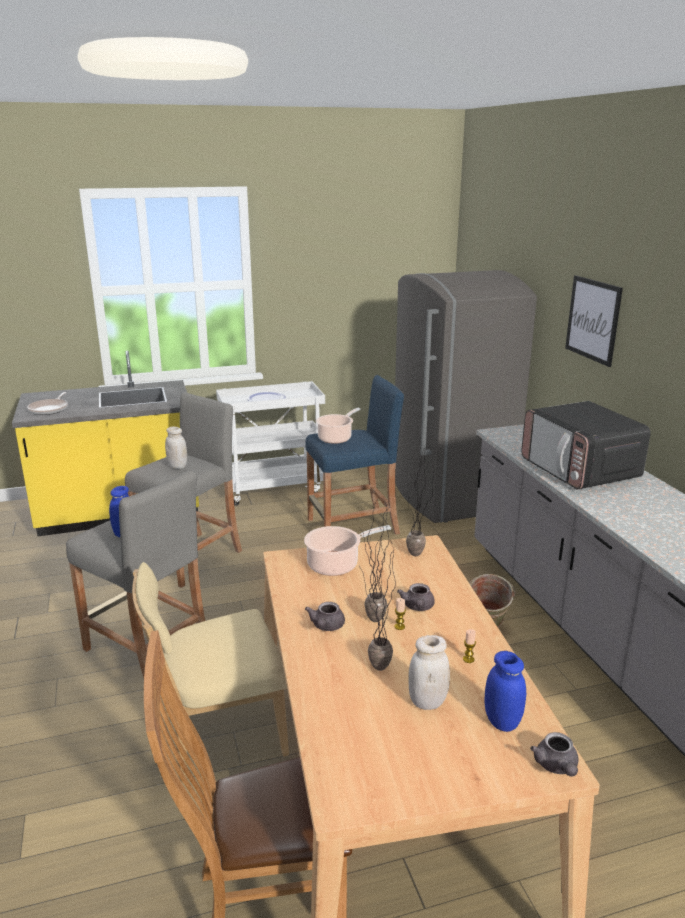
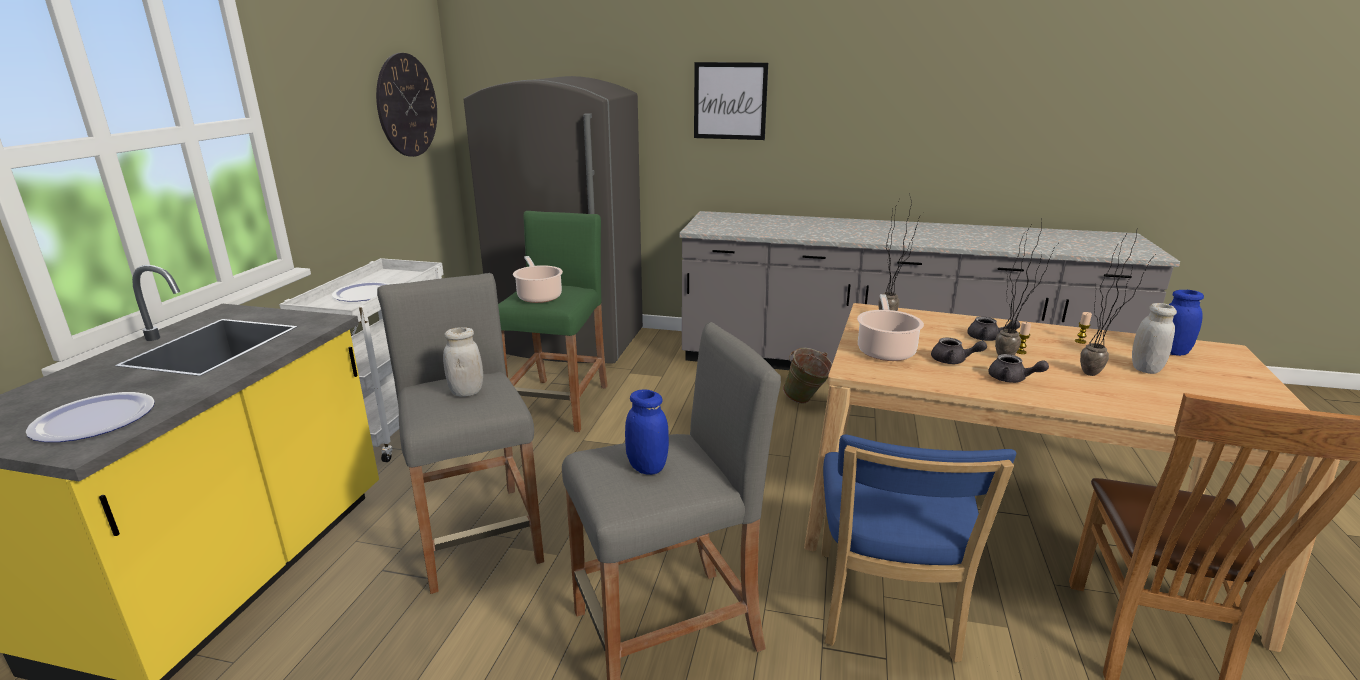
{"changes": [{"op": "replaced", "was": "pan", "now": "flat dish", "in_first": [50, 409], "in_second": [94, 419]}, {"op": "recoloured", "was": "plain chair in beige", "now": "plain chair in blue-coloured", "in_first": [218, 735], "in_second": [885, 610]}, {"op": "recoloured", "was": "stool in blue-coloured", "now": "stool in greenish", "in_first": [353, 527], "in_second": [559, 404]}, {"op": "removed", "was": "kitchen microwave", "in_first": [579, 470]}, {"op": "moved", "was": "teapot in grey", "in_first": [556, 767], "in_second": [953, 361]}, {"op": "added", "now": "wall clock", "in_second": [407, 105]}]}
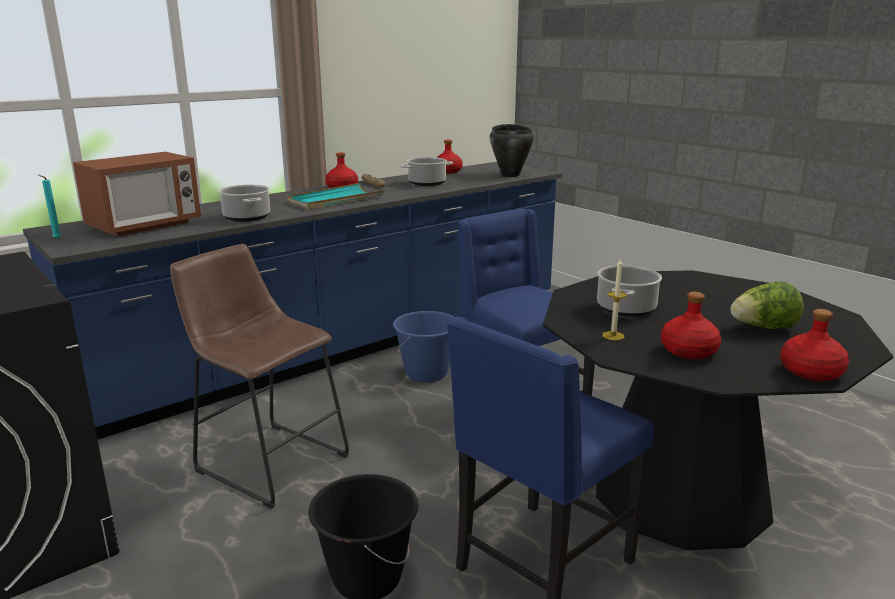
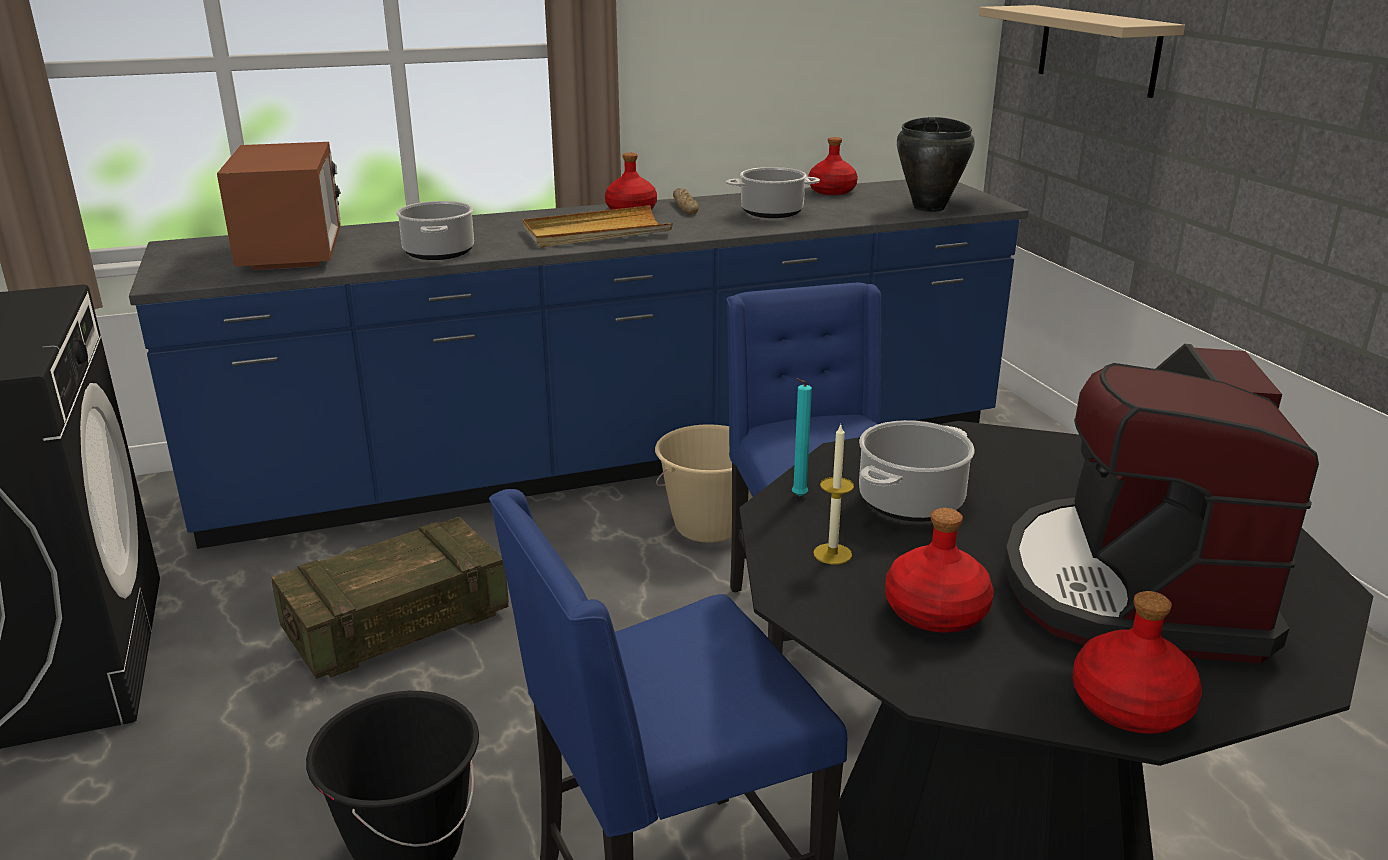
{"changes": [{"op": "moved", "was": "wax candle in turquoise", "in_first": [56, 239], "in_second": [797, 497]}, {"op": "turned", "was": "kitchen microwave", "in_first": [144, 226], "in_second": [293, 253], "clockwise": -75}, {"op": "replaced", "was": "stool in brown-coloured", "now": "crate", "in_first": [267, 460], "in_second": [397, 624]}, {"op": "recoloured", "was": "carrying tray in turquoise", "now": "carrying tray in beige", "in_first": [335, 200], "in_second": [596, 232]}, {"op": "recoloured", "was": "bucket in blue-coloured", "now": "bucket in beige", "in_first": [427, 373], "in_second": [708, 527]}, {"op": "replaced", "was": "lettuce", "now": "coffee machine", "in_first": [763, 328], "in_second": [1132, 588]}, {"op": "added", "now": "bracket shelf in beige", "in_second": [1098, 49]}]}
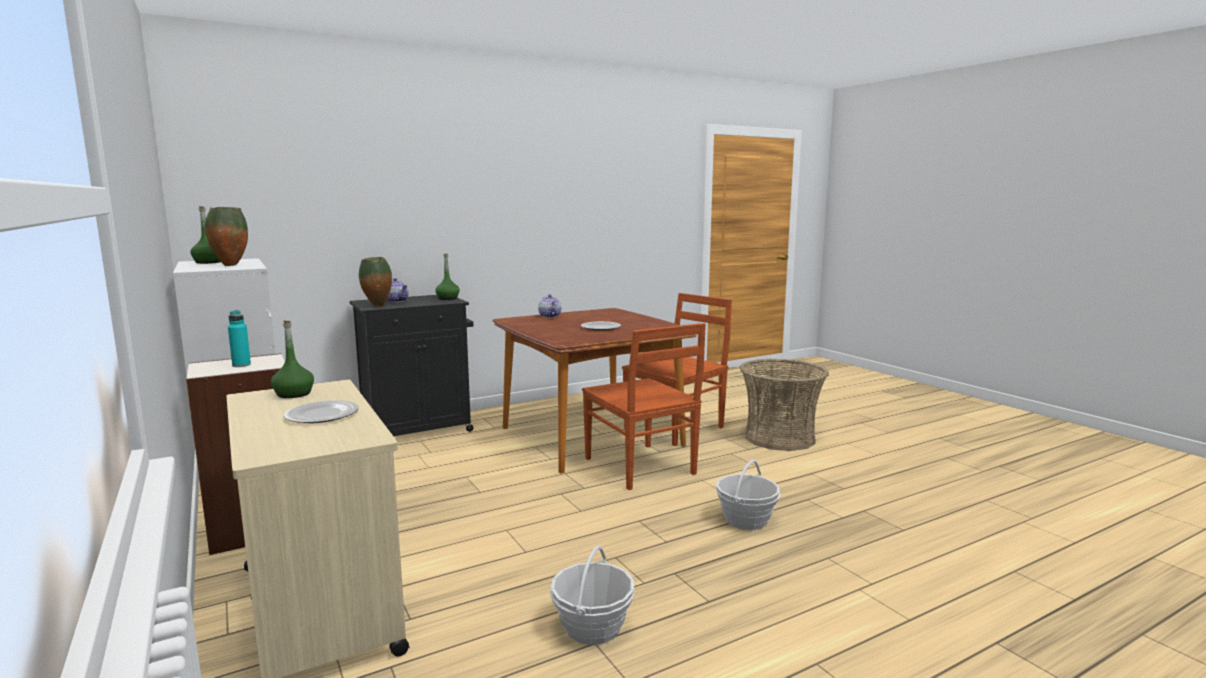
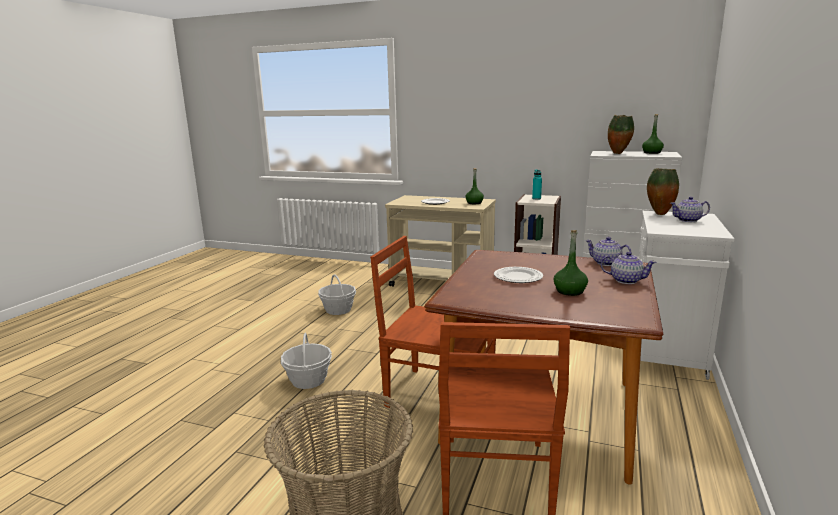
{"changes": [{"op": "recoloured", "was": "cupboard in black-coloured", "now": "cupboard in white", "in_first": [419, 430], "in_second": [666, 353]}, {"op": "moved", "was": "beverage bottle in greenish", "in_first": [447, 298], "in_second": [569, 291]}, {"op": "added", "now": "teapot", "in_second": [606, 263]}]}
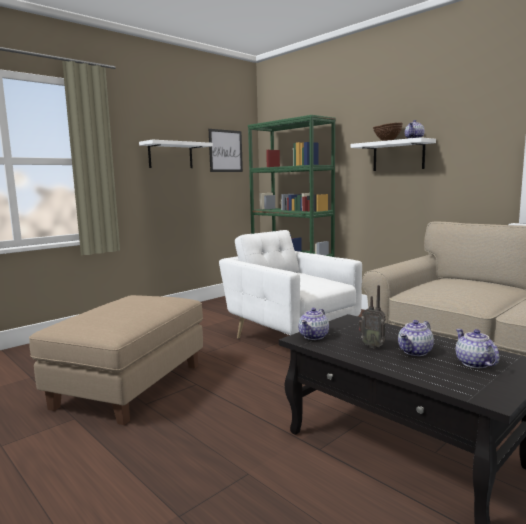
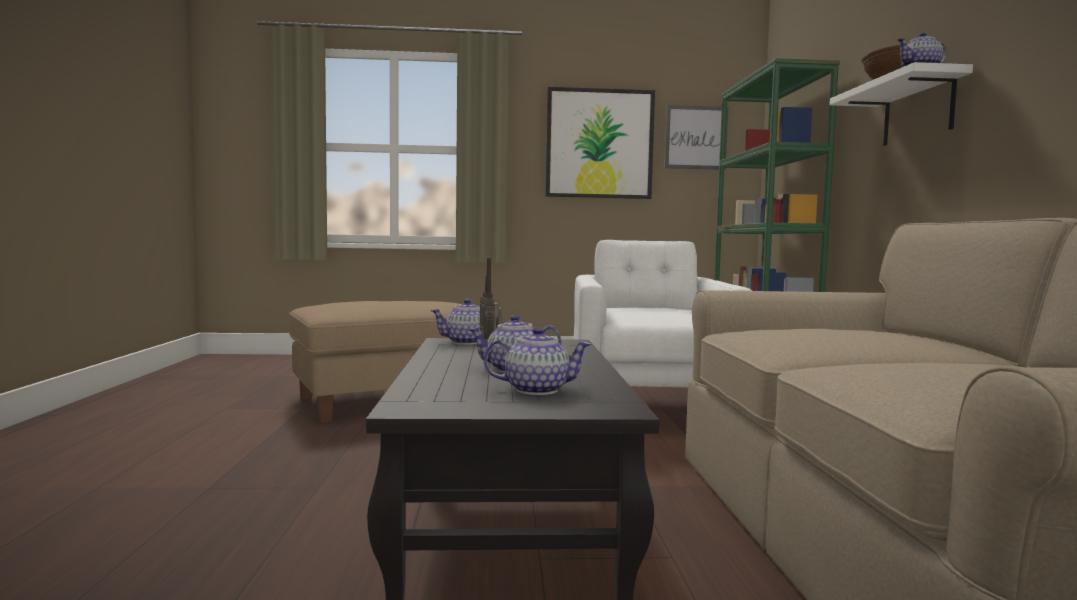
{"changes": [{"op": "replaced", "was": "bracket shelf in white", "now": "picture", "in_first": [170, 155], "in_second": [599, 144]}, {"op": "turned", "was": "teapot", "in_first": [474, 363], "in_second": [536, 389], "clockwise": 60}]}
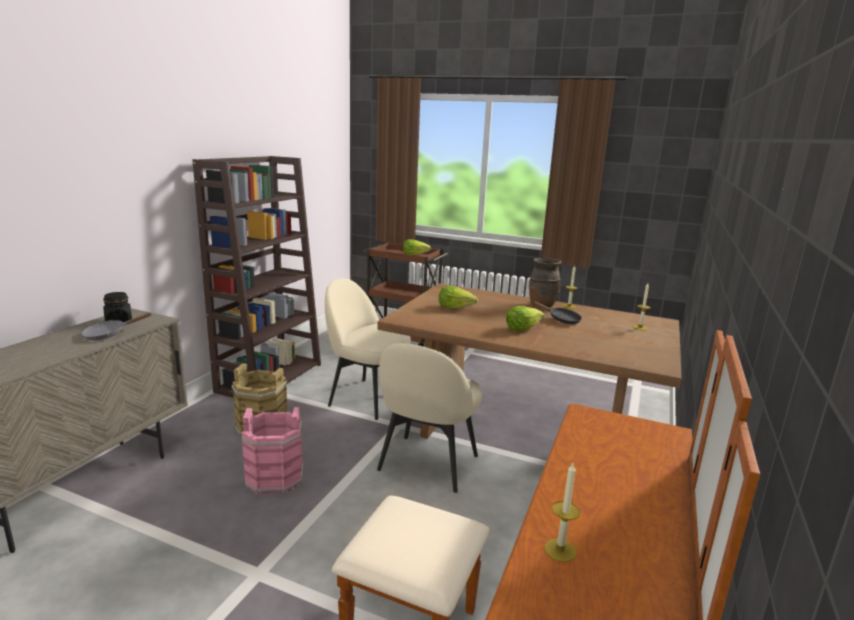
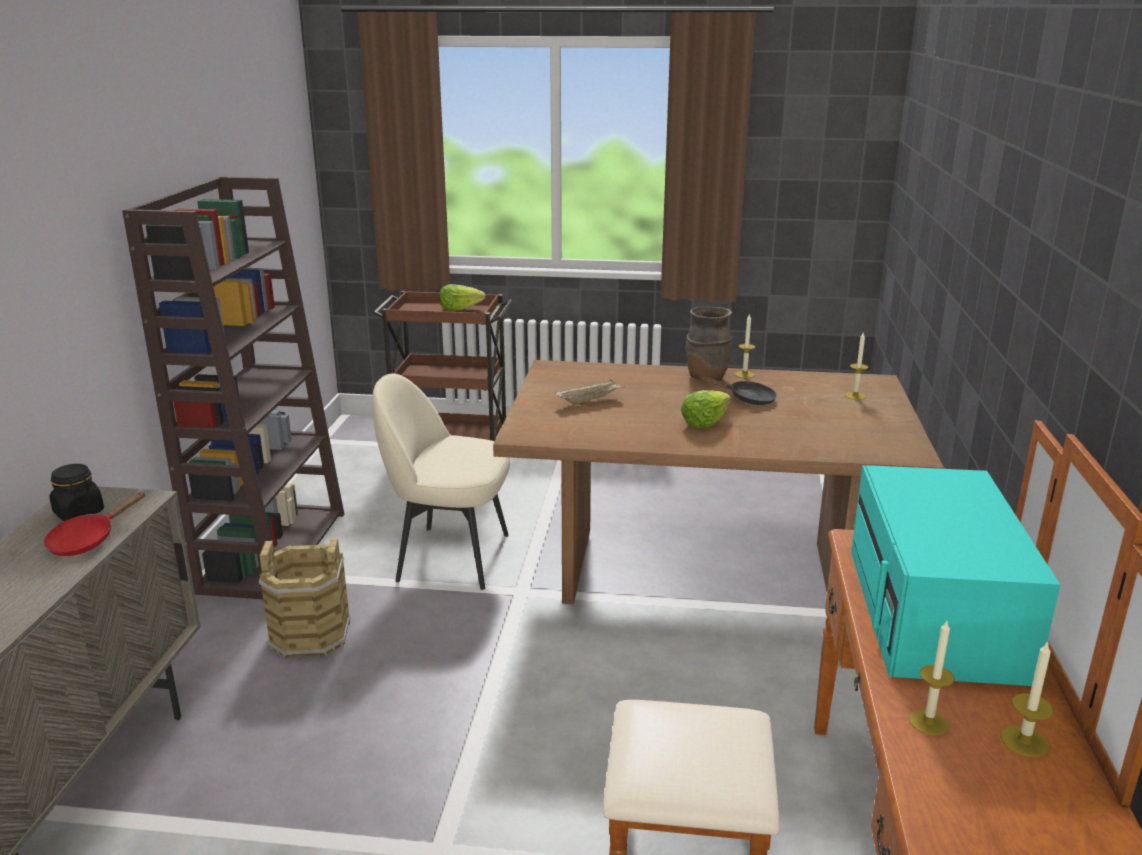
{"changes": [{"op": "recoloured", "was": "pan in grey", "now": "pan in red-coloured", "in_first": [109, 334], "in_second": [87, 540]}, {"op": "removed", "was": "bucket in pinkish", "in_first": [275, 477]}, {"op": "removed", "was": "plain chair in beige", "in_first": [427, 464]}, {"op": "replaced", "was": "lettuce", "now": "carrying tray in beige", "in_first": [455, 307], "in_second": [590, 401]}, {"op": "added", "now": "kitchen microwave in turquoise", "in_second": [935, 614]}, {"op": "added", "now": "wax candle", "in_second": [1024, 741]}]}
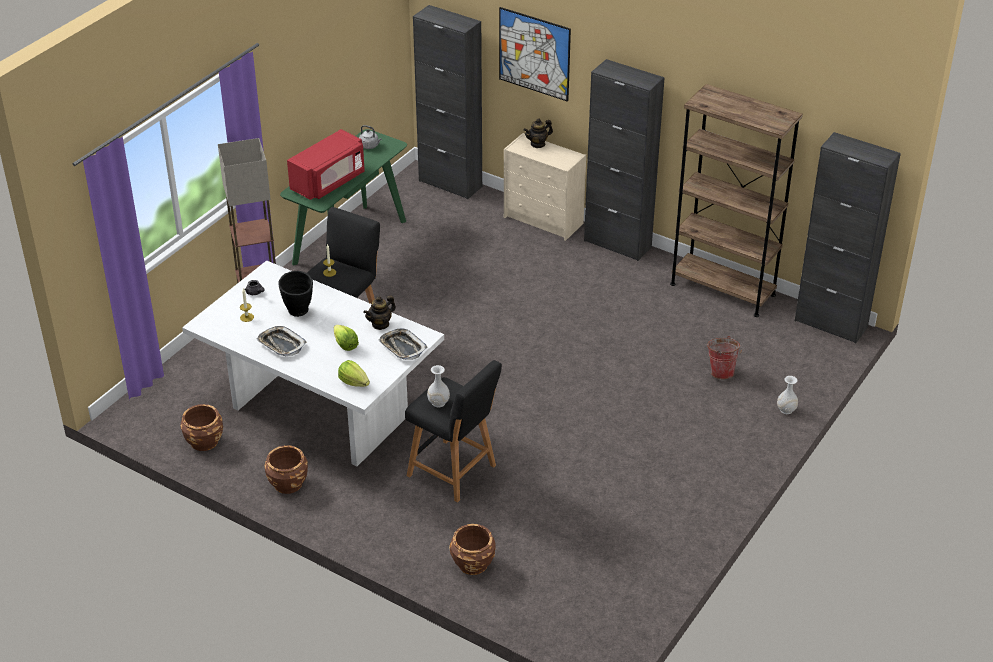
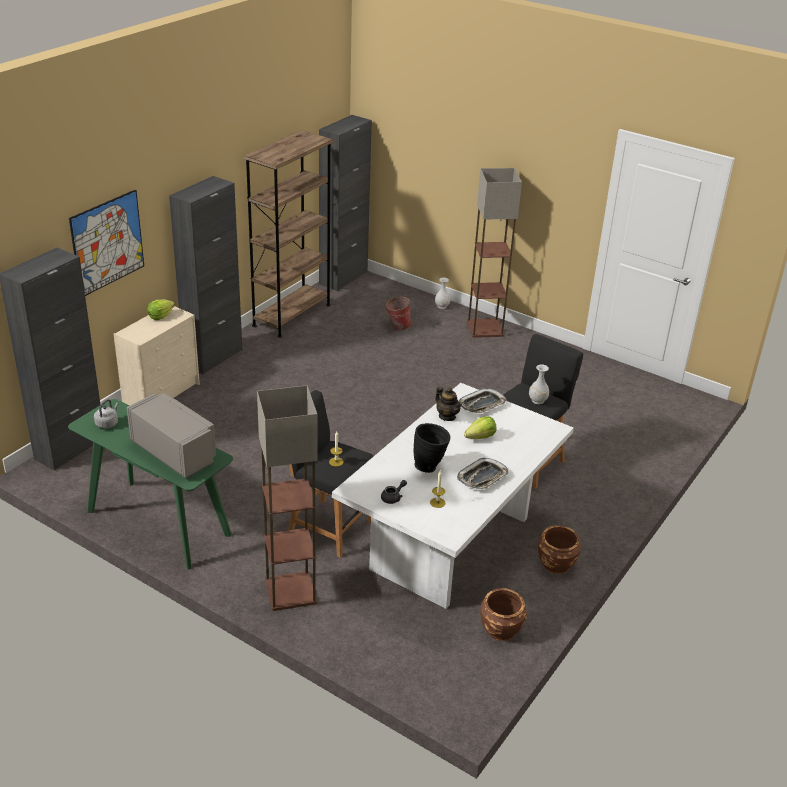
{"changes": [{"op": "recoloured", "was": "kitchen microwave in red-coloured", "now": "kitchen microwave in grey", "in_first": [329, 182], "in_second": [174, 452]}, {"op": "moved", "was": "lettuce", "in_first": [354, 382], "in_second": [160, 316]}, {"op": "removed", "was": "planter in brown-coloured", "in_first": [472, 563]}, {"op": "removed", "was": "teapot", "in_first": [538, 144]}, {"op": "added", "now": "standard lamp", "in_second": [485, 328]}]}
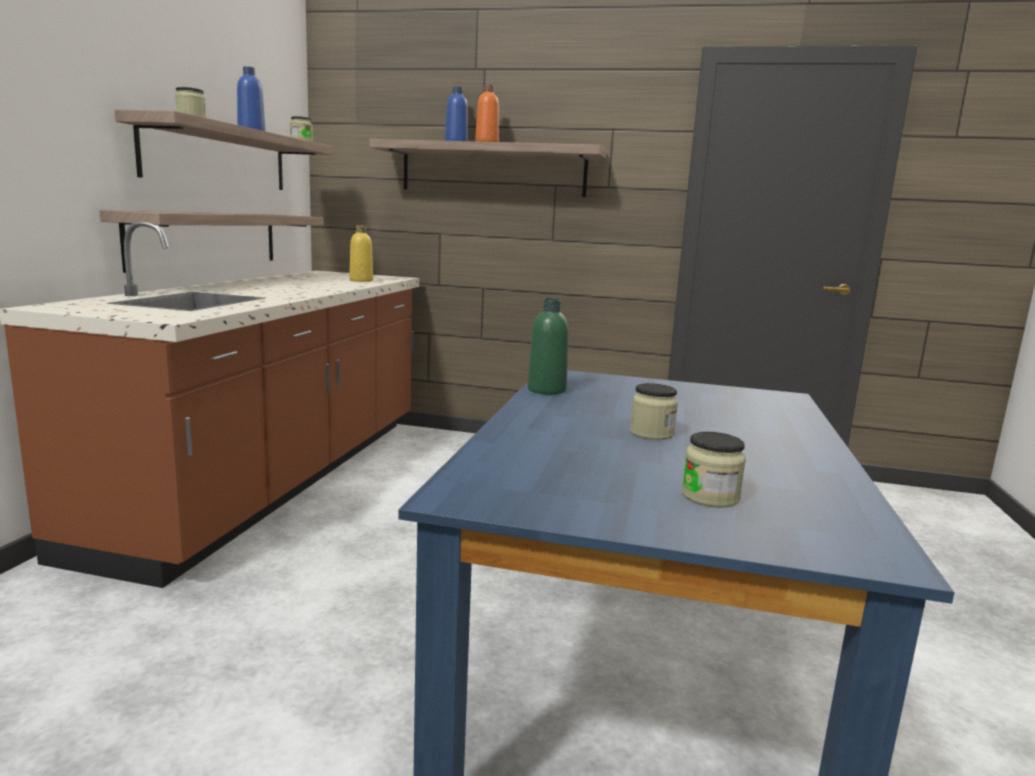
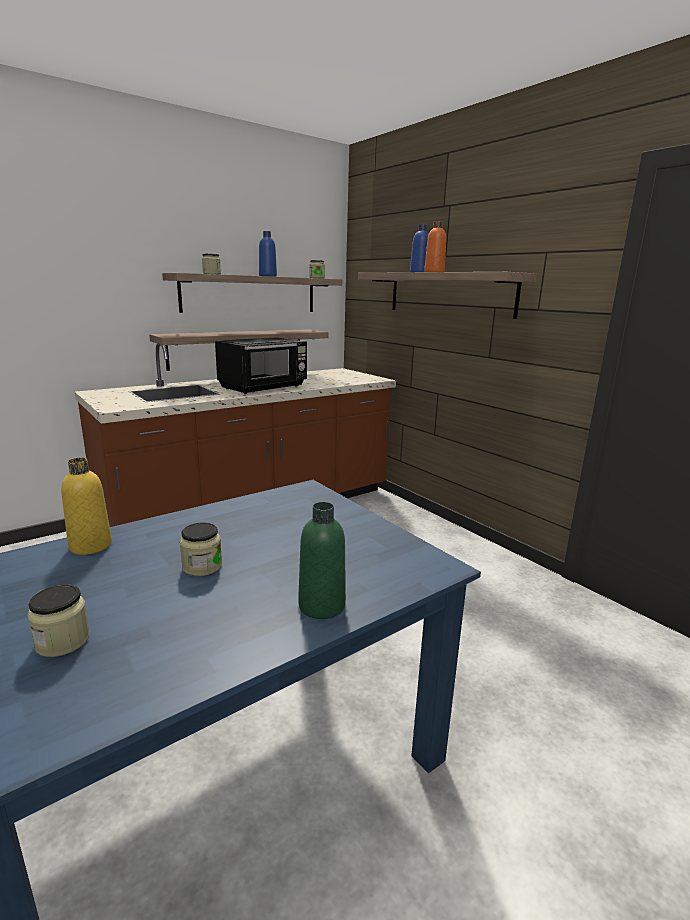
{"changes": [{"op": "moved", "was": "beverage bottle in yellow", "in_first": [361, 280], "in_second": [90, 546]}, {"op": "moved", "was": "beverage bottle in greenish", "in_first": [546, 390], "in_second": [321, 605]}, {"op": "added", "now": "kitchen microwave in black-coloured", "in_second": [264, 387]}]}
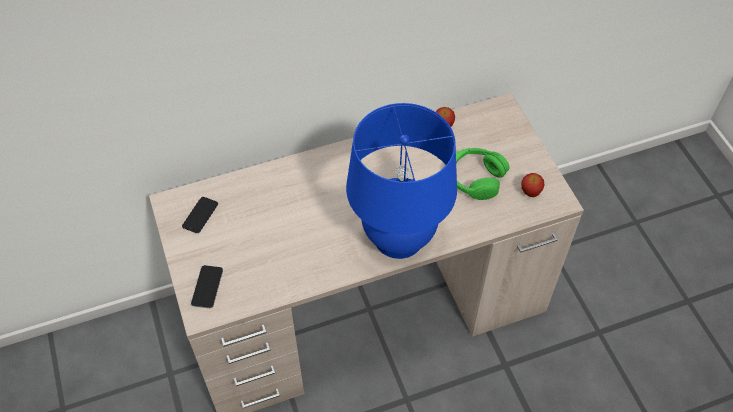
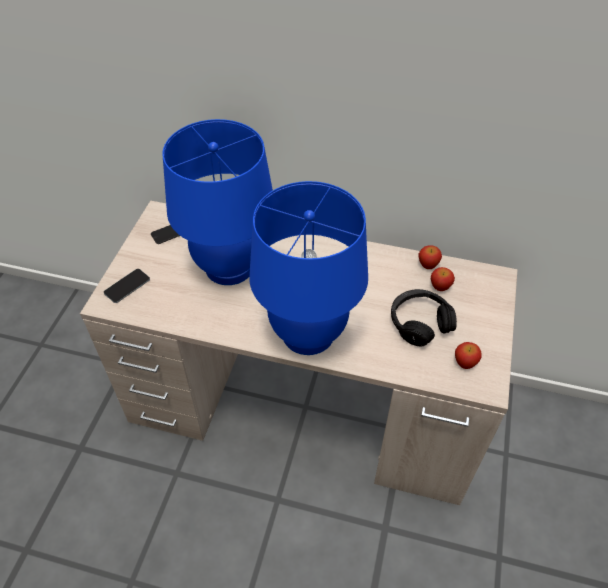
{"changes": [{"op": "recoloured", "was": "headset in greenish", "now": "headset in black-coloured", "in_first": [475, 178], "in_second": [420, 322]}, {"op": "added", "now": "lamp for a table in blue-coloured", "in_second": [229, 267]}, {"op": "added", "now": "apple", "in_second": [440, 286]}]}
